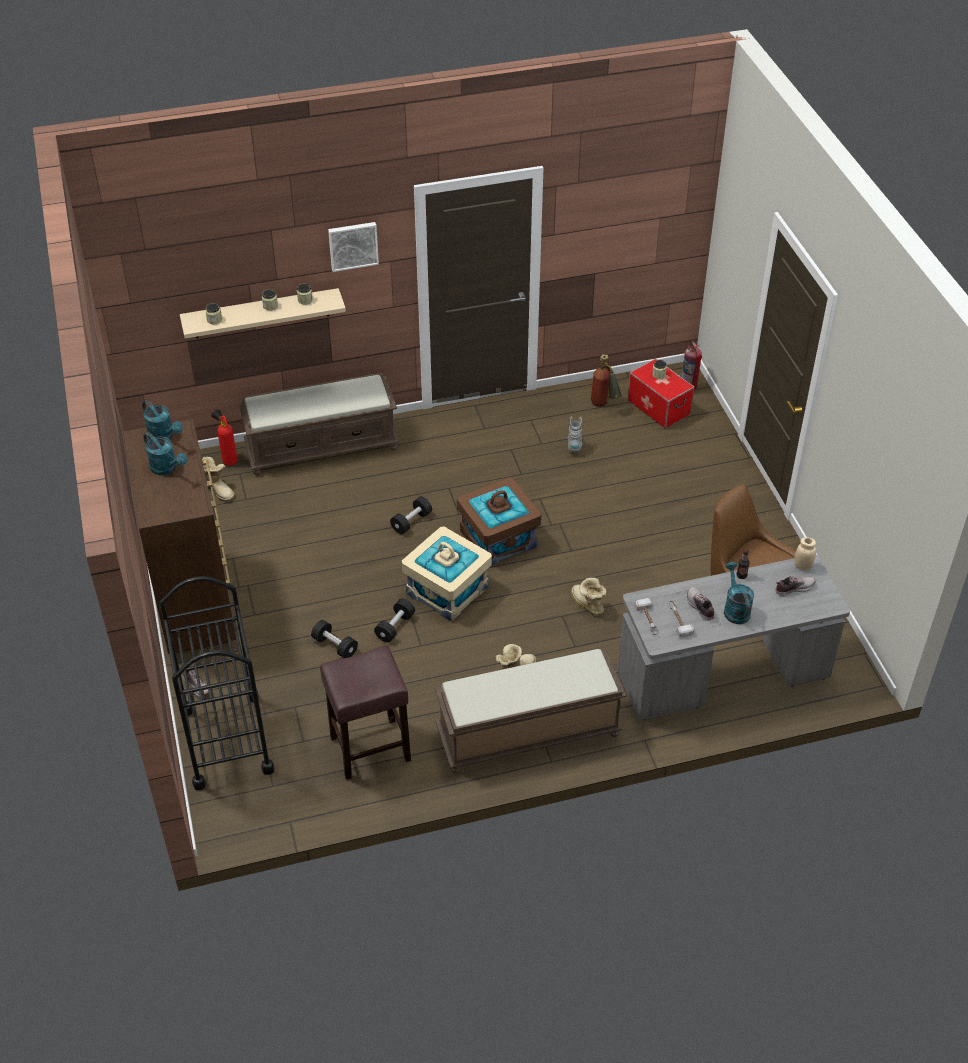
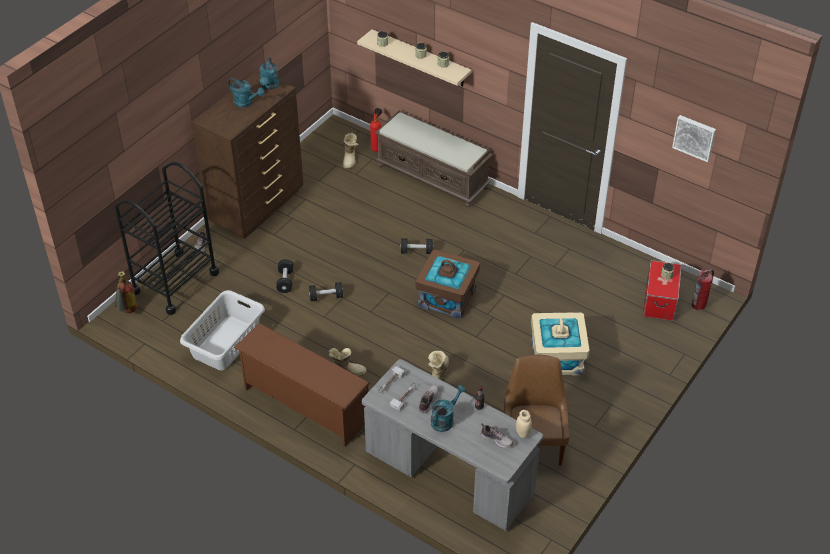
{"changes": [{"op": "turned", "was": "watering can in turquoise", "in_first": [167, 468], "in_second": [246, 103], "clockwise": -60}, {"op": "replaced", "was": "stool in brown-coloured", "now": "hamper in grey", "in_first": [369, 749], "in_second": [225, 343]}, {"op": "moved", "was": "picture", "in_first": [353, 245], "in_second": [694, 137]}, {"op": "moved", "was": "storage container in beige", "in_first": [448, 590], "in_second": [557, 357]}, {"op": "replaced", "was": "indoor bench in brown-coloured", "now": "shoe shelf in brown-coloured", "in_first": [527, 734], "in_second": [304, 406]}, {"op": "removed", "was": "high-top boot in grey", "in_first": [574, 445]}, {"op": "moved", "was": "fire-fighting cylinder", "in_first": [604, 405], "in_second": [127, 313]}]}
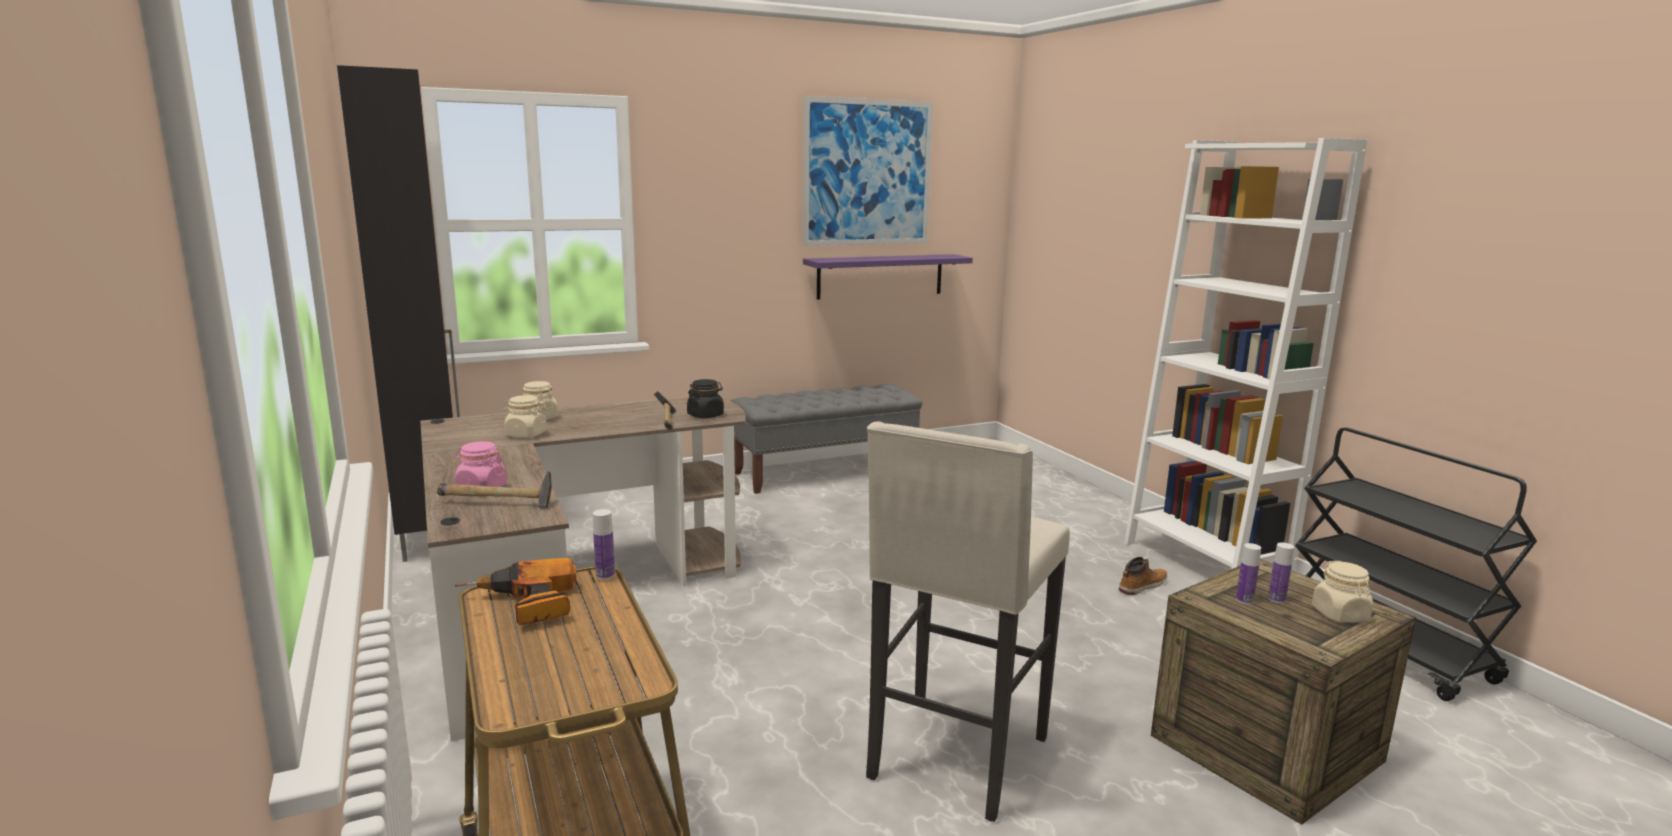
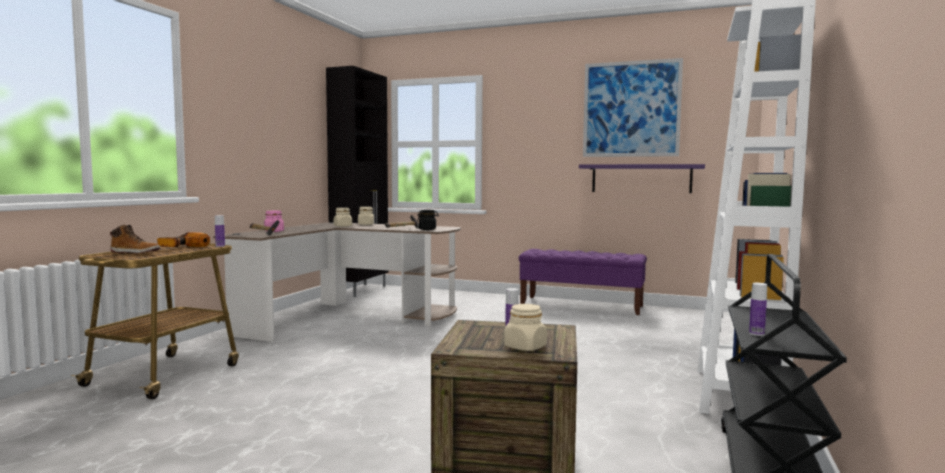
{"changes": [{"op": "recoloured", "was": "indoor bench in grey", "now": "indoor bench in purple", "in_first": [826, 472], "in_second": [582, 305]}, {"op": "removed", "was": "stool in beige", "in_first": [954, 760]}, {"op": "moved", "was": "high-top boot", "in_first": [1142, 586], "in_second": [136, 252]}, {"op": "moved", "was": "beverage bottle", "in_first": [1244, 600], "in_second": [756, 334]}]}
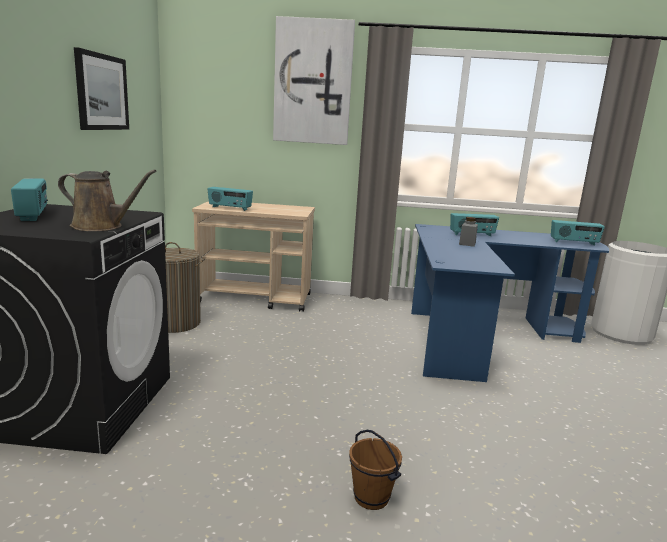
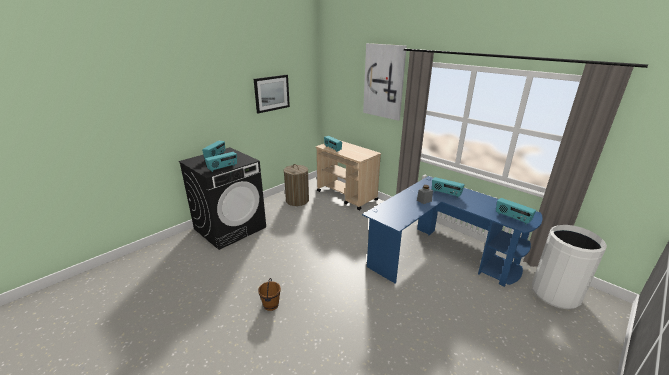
{"changes": [{"op": "replaced", "was": "watering can in brown-coloured", "now": "radio receiver", "in_first": [101, 226], "in_second": [223, 168]}]}
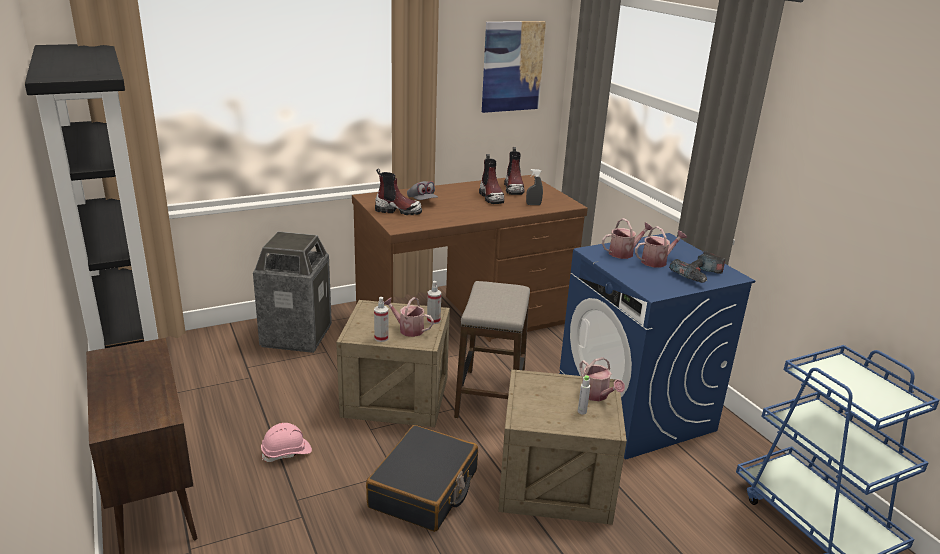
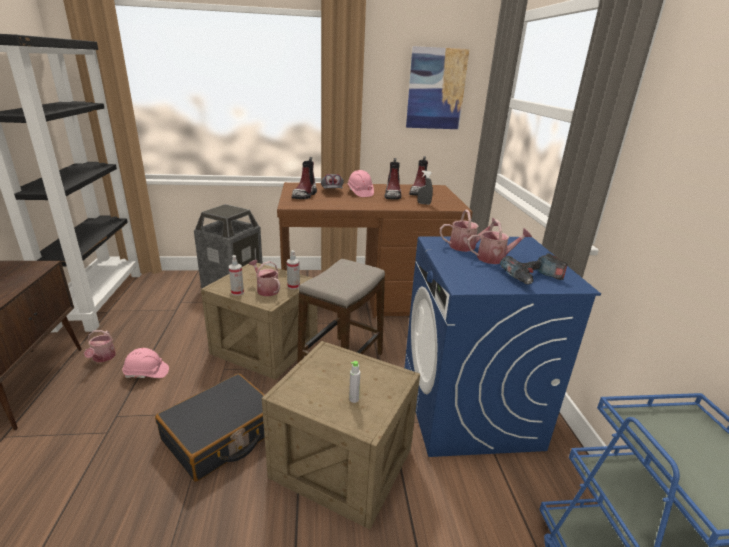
{"changes": [{"op": "turned", "was": "high-top boot", "in_first": [398, 211], "in_second": [305, 195], "clockwise": 75}, {"op": "moved", "was": "watering can", "in_first": [597, 395], "in_second": [103, 358]}, {"op": "added", "now": "work helmet in pinkish", "in_second": [360, 192]}]}
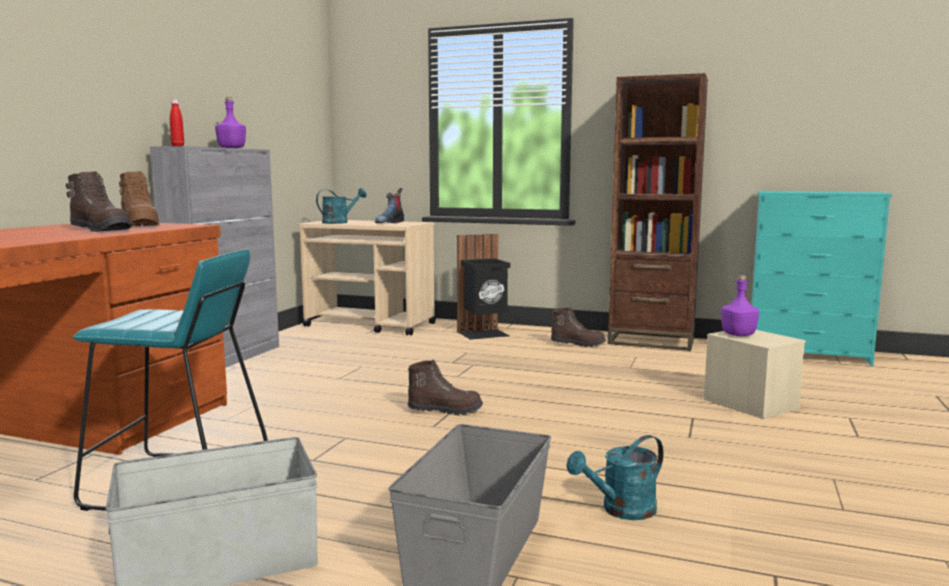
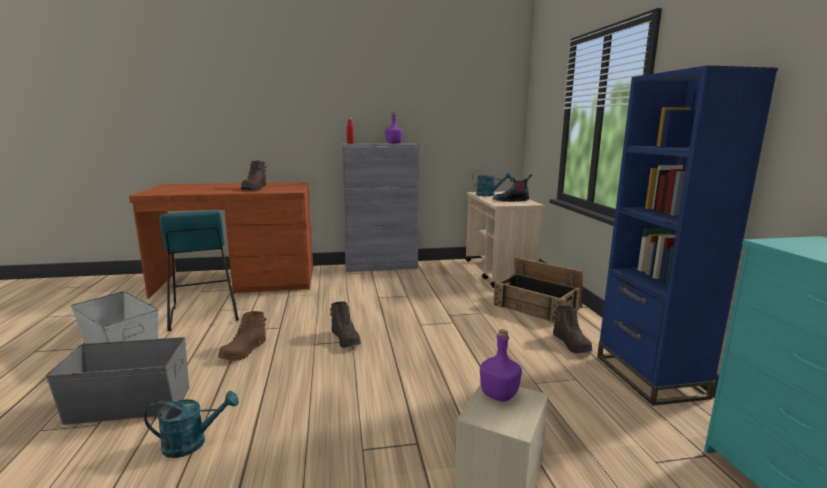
{"changes": [{"op": "moved", "was": "high-top boot in brown-coloured", "in_first": [140, 225], "in_second": [244, 351]}, {"op": "replaced", "was": "waste bin in black-coloured", "now": "crate", "in_first": [484, 334], "in_second": [538, 306]}, {"op": "turned", "was": "watering can in turquoise", "in_first": [621, 510], "in_second": [192, 443], "clockwise": 135}, {"op": "recoloured", "was": "bookcase in brown-coloured", "now": "bookcase in blue-coloured", "in_first": [651, 341], "in_second": [649, 376]}]}
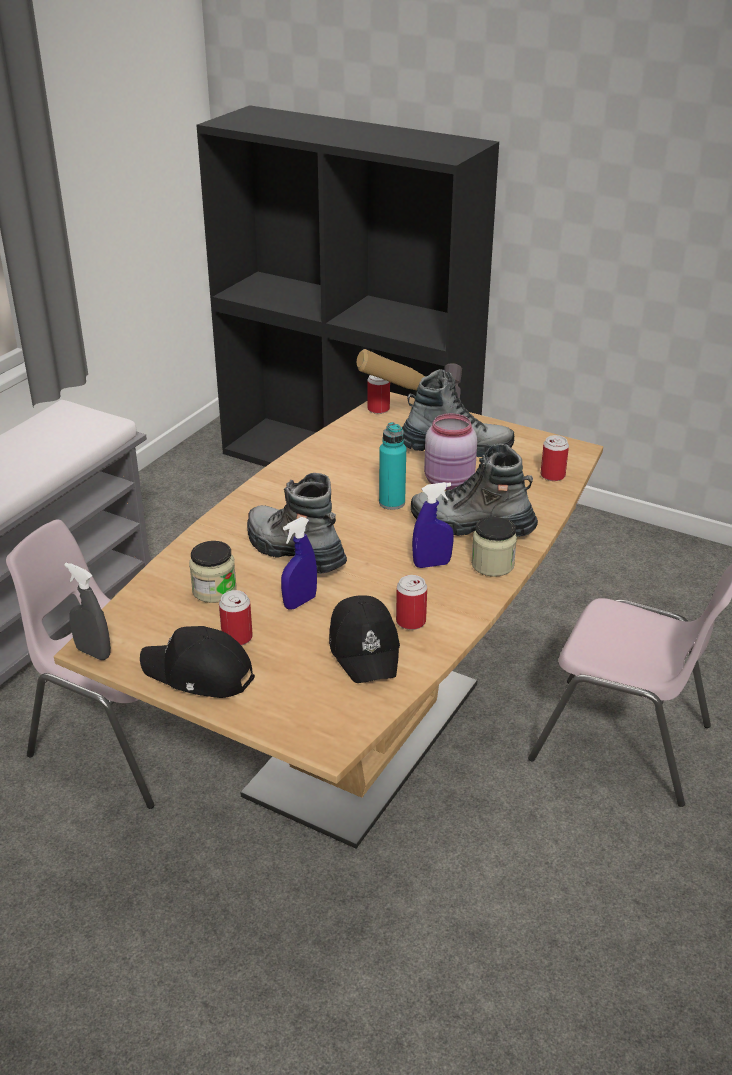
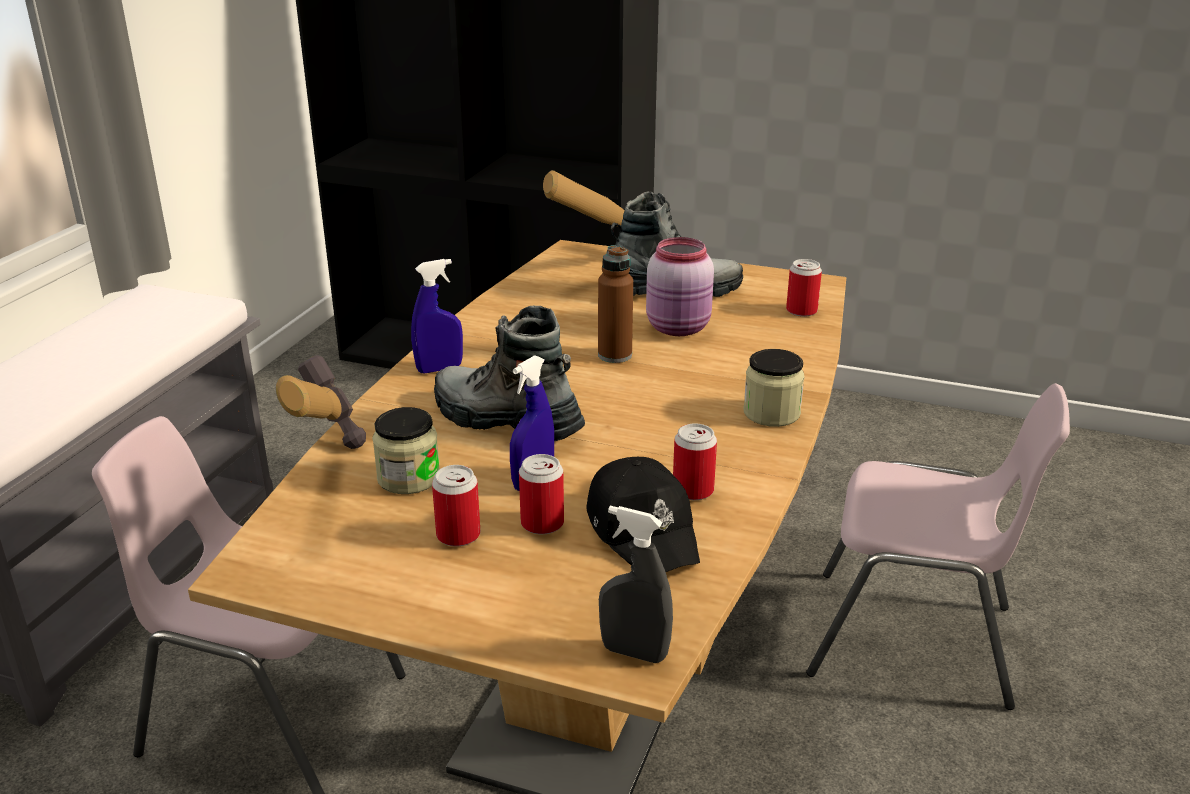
{"changes": [{"op": "moved", "was": "sprayer in grey", "in_first": [93, 653], "in_second": [634, 652]}, {"op": "removed", "was": "cap in black-coloured", "in_first": [198, 674]}, {"op": "moved", "was": "can", "in_first": [378, 409], "in_second": [542, 523]}, {"op": "recoloured", "was": "beverage bottle in turquoise", "now": "beverage bottle in brown-coloured", "in_first": [392, 503], "in_second": [615, 355]}, {"op": "removed", "was": "high-top boot", "in_first": [471, 526]}, {"op": "moved", "was": "sprayer in blue-coloured", "in_first": [432, 564], "in_second": [439, 369]}, {"op": "added", "now": "hammer", "in_second": [320, 479]}]}
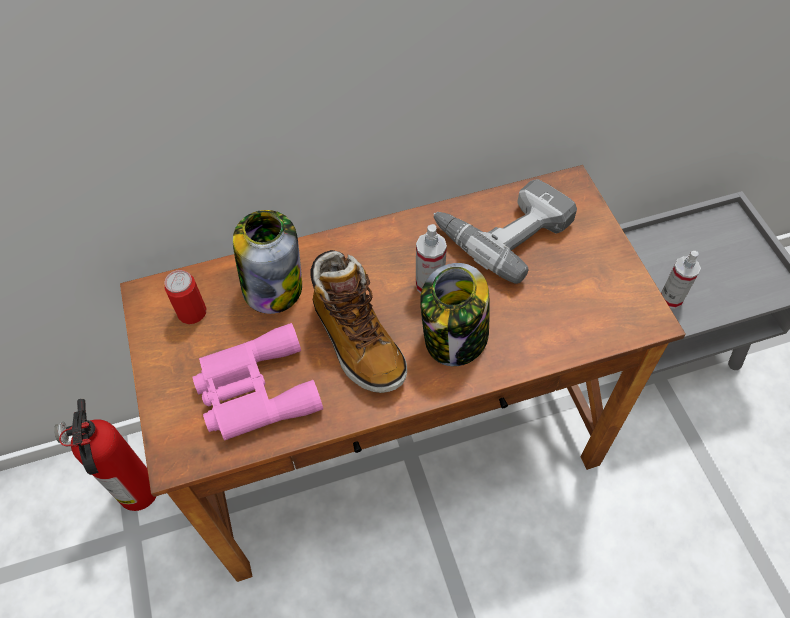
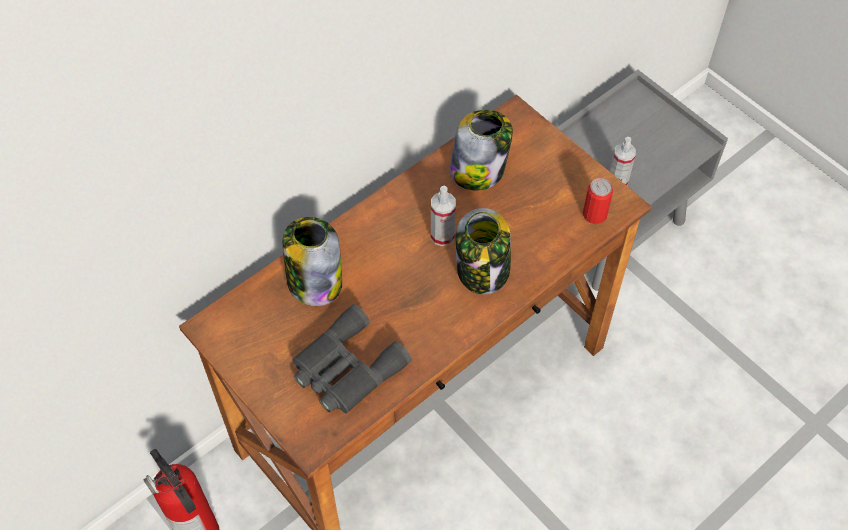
{"changes": [{"op": "moved", "was": "can", "in_first": [192, 312], "in_second": [594, 214]}, {"op": "recoloured", "was": "binoculars in pinkish", "now": "binoculars in grey", "in_first": [254, 390], "in_second": [345, 369]}, {"op": "removed", "was": "high-top boot", "in_first": [357, 341]}, {"op": "replaced", "was": "electric drill", "now": "storage jar", "in_first": [503, 229], "in_second": [478, 170]}]}
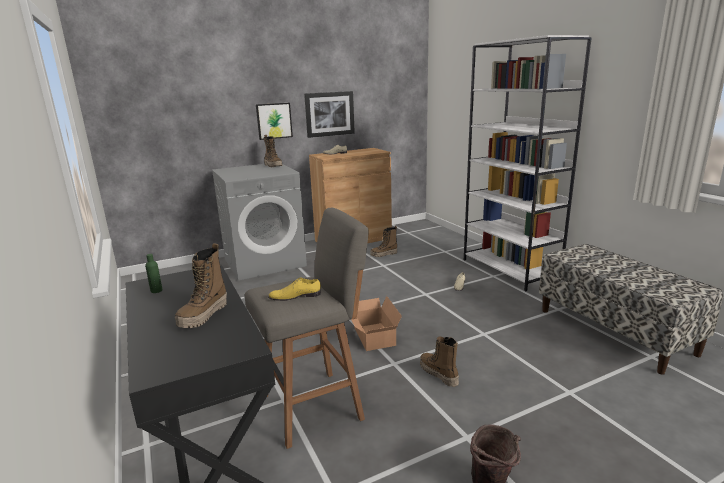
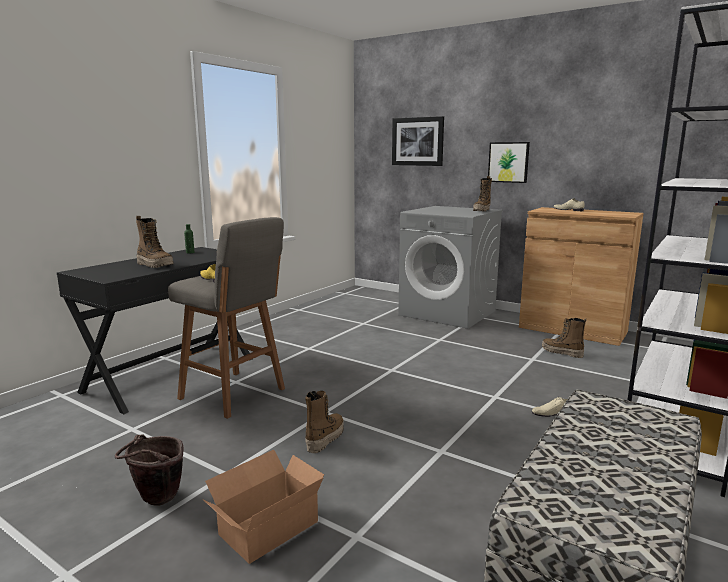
{"changes": [{"op": "turned", "was": "high-top boot", "in_first": [204, 316], "in_second": [155, 265], "clockwise": -135}, {"op": "moved", "was": "picture", "in_first": [329, 114], "in_second": [417, 141]}, {"op": "moved", "was": "carton", "in_first": [372, 337], "in_second": [265, 527]}]}
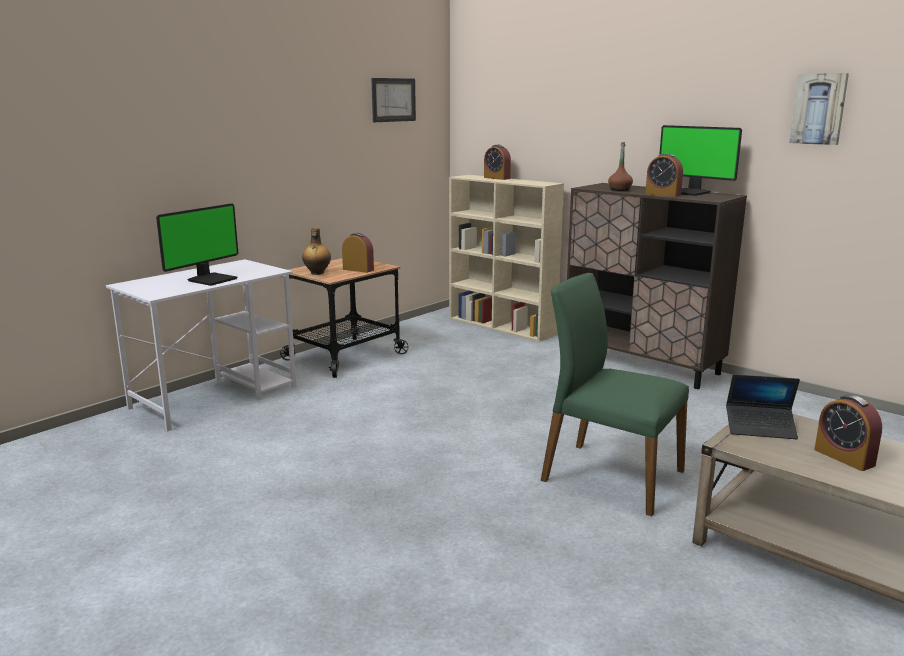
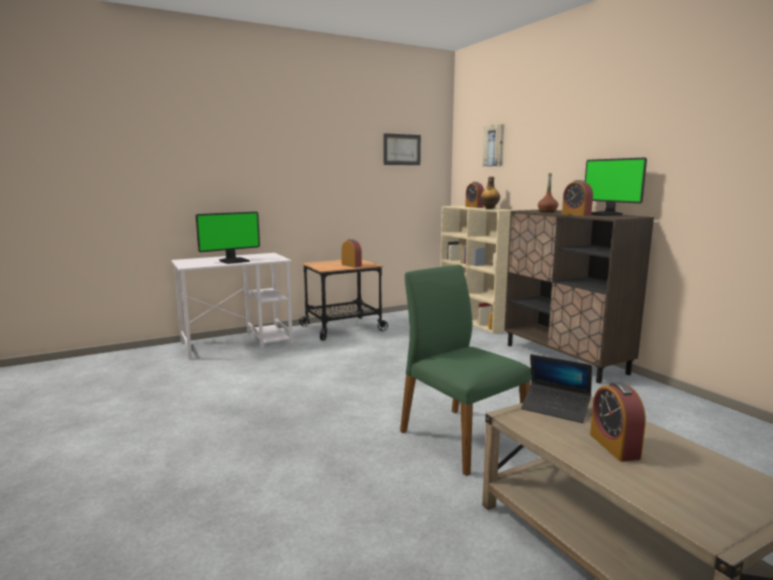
{"changes": [{"op": "moved", "was": "beverage bottle", "in_first": [317, 273], "in_second": [489, 208]}, {"op": "moved", "was": "picture", "in_first": [819, 109], "in_second": [494, 146]}]}
